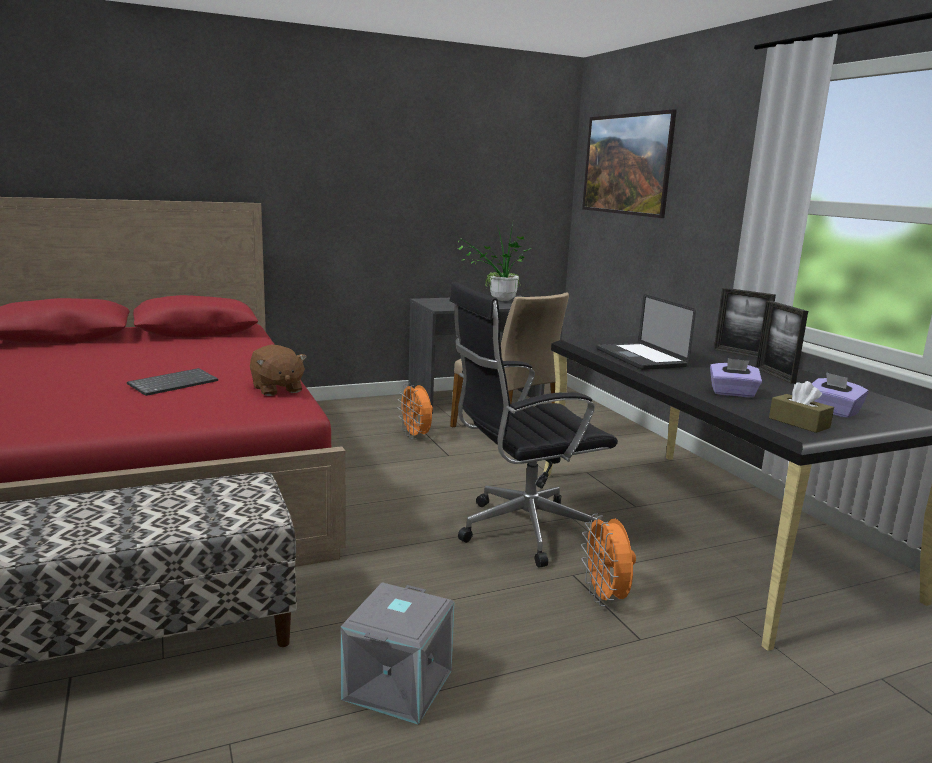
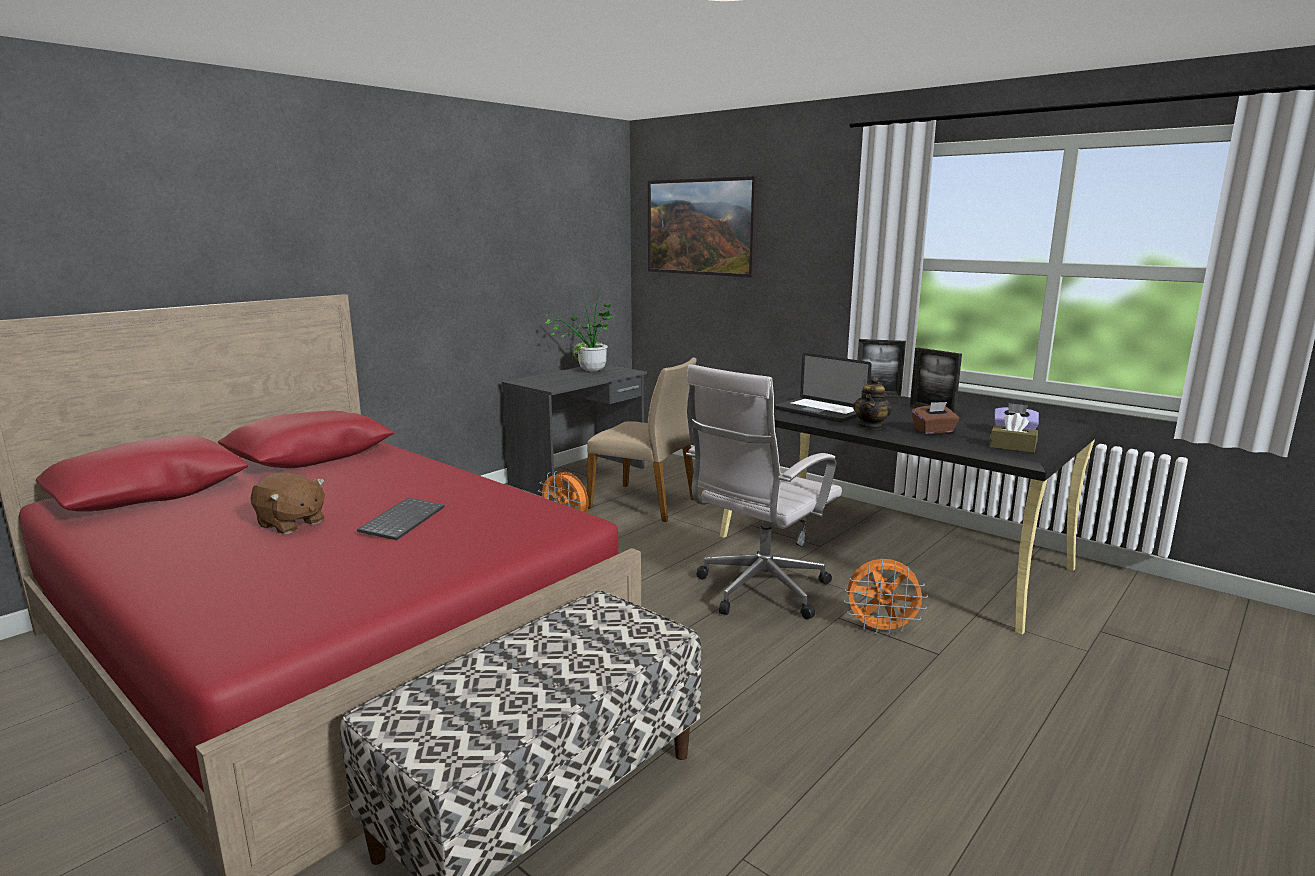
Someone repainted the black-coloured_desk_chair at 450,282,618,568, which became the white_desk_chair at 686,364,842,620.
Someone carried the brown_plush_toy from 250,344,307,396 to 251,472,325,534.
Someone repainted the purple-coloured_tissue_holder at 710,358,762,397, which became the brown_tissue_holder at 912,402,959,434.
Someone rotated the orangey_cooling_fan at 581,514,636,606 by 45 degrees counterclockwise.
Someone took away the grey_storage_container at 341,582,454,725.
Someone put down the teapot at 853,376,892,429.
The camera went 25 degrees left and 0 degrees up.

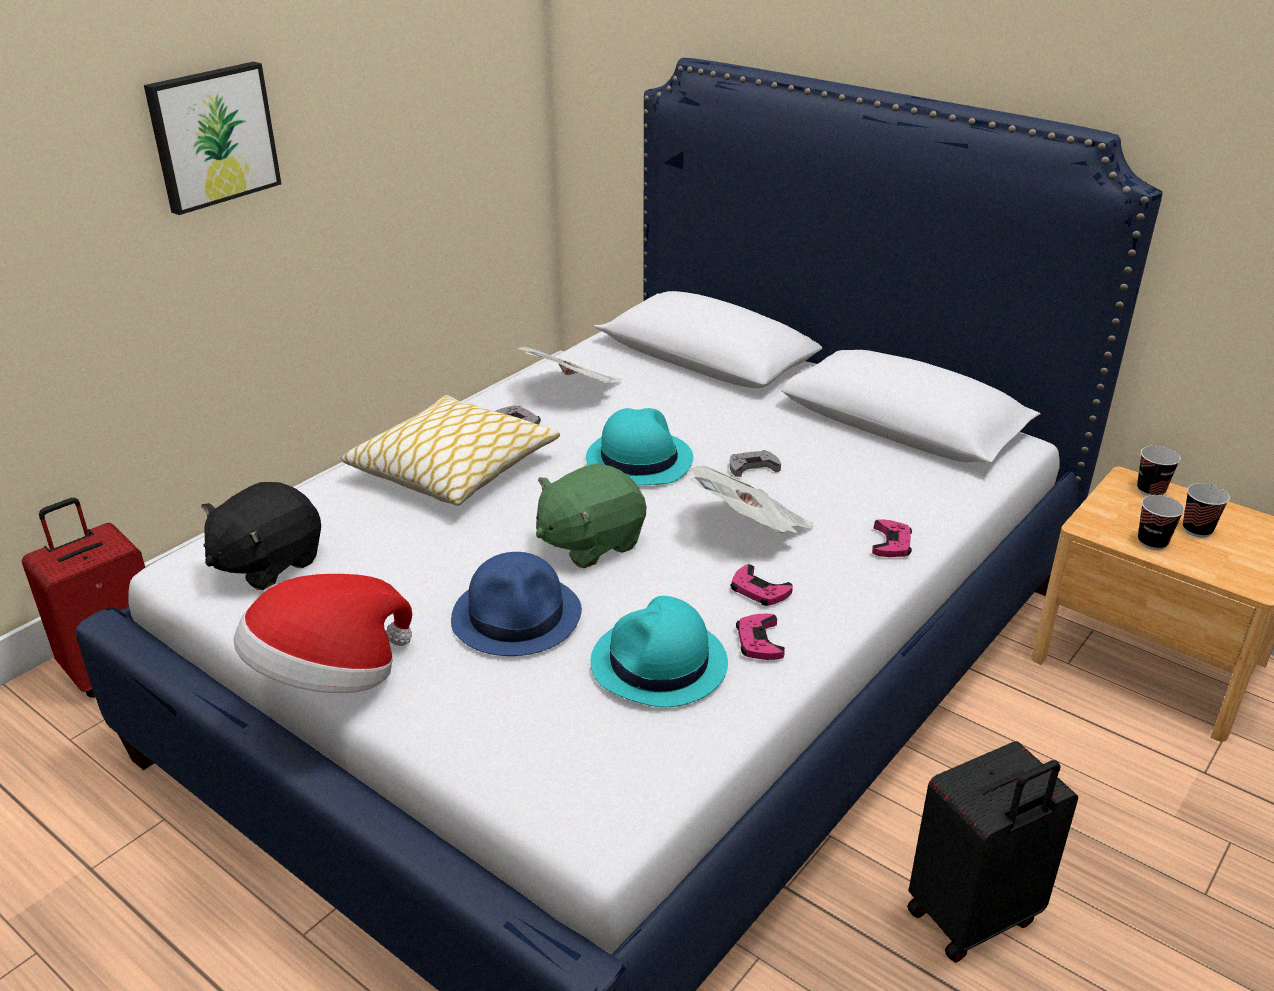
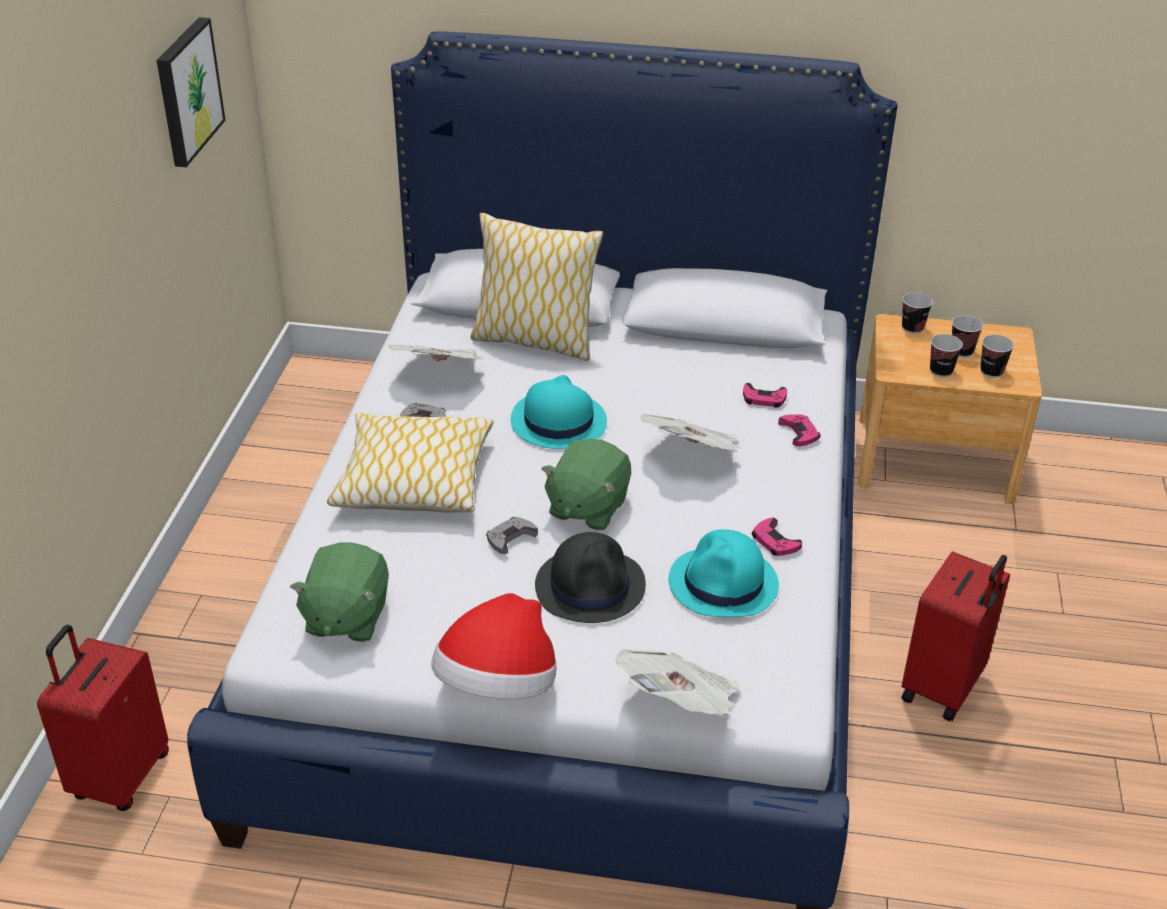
Someone carried the wall_art from 144,61,281,215 to 157,17,225,167.
Someone carried the grey_game_controller from 730,450,781,477 to 486,517,538,554.
Someone repainted the black-coloured_plush_toy at 201,482,321,590, which became the greenish_plush_toy at 290,542,389,642.
Someone repainted the blue_clothing_hat at 451,552,582,656, which became the black-coloured_clothing_hat at 535,532,646,623.
Someone carried the pinkish_game_controller from 730,564,793,606 to 743,383,787,408.
Someone repainted the black-coloured_travel_case at 907,741,1078,963, which became the red-coloured_travel_case at 901,551,1010,721.
Someone put down the pillow at 471,213,603,361.
Someone put down the cup at 981,335,1014,378.
Someone put down the printed_paper at 616,649,741,716.
The camera went 30 degrees left and 5 degrees up.

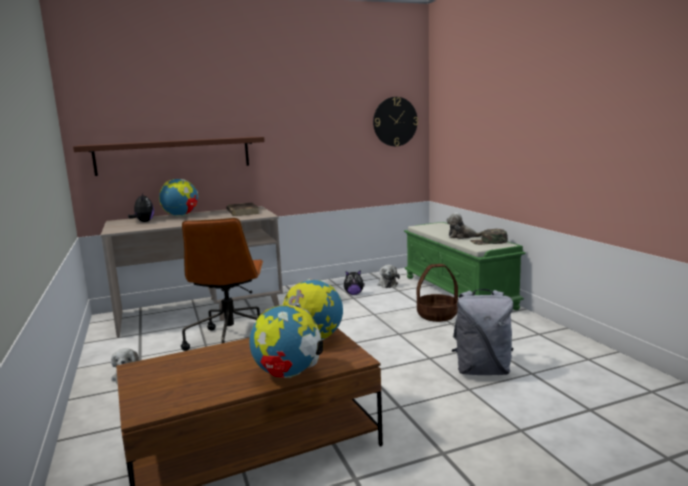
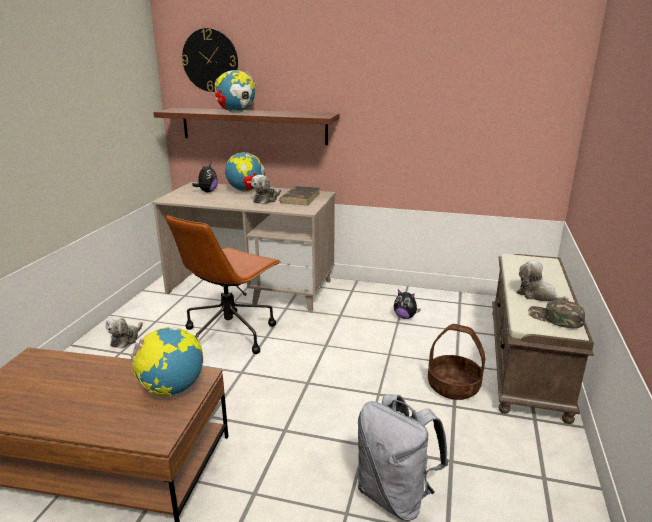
Someone carried the wall_clock from 373,97,418,146 to 182,28,238,92.
Someone repainted the greenish_bench at 404,222,526,310, which became the brown_bench at 492,254,594,424.
Someone carried the plush_toy from 378,265,400,288 to 251,175,281,204.
Someone carried the desk_globe from 249,303,323,378 to 214,70,256,113.
The camera went 35 degrees right and 10 degrees up.

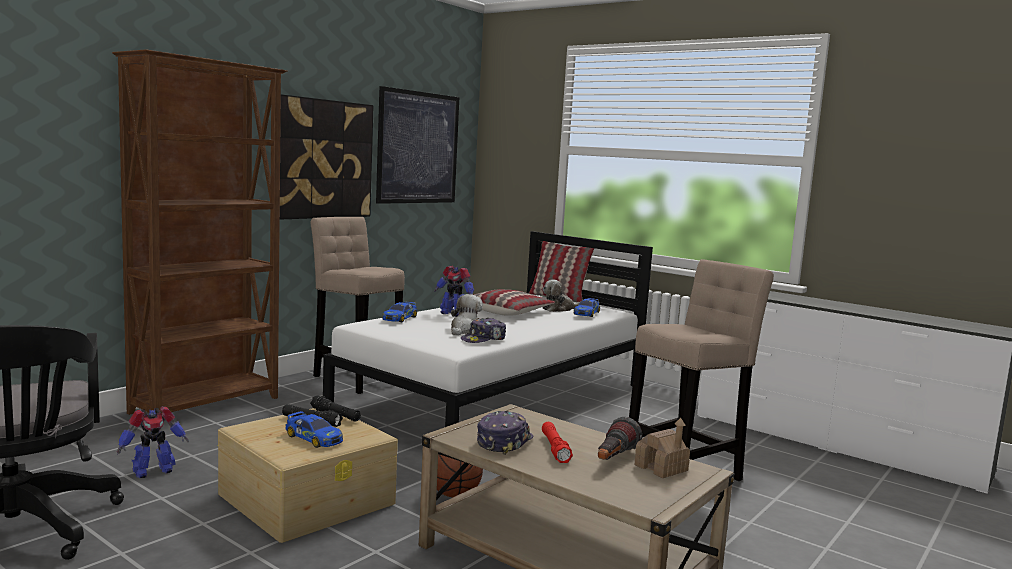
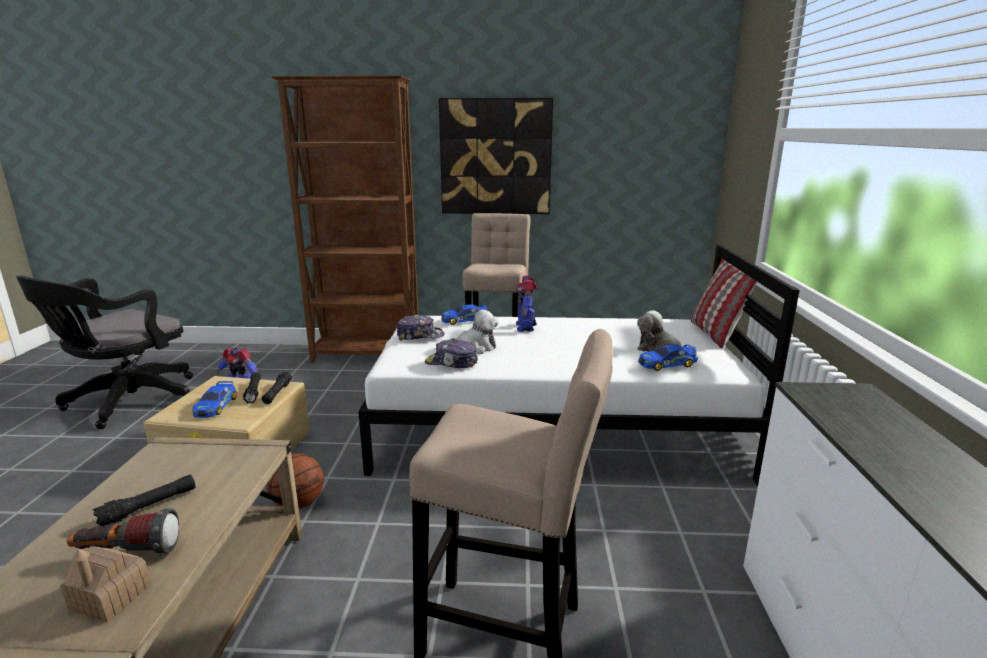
Someone took away the wall_art at 376,86,459,204.
Someone took away the pillow at 474,289,555,316.
Someone carried the baseball_cap from 477,411,533,455 to 397,315,444,341.
Someone repainted the red-coloured_flashlight at 542,422,573,463, which became the black-coloured_flashlight at 93,475,195,526.
The camera went 55 degrees right and 10 degrees up.

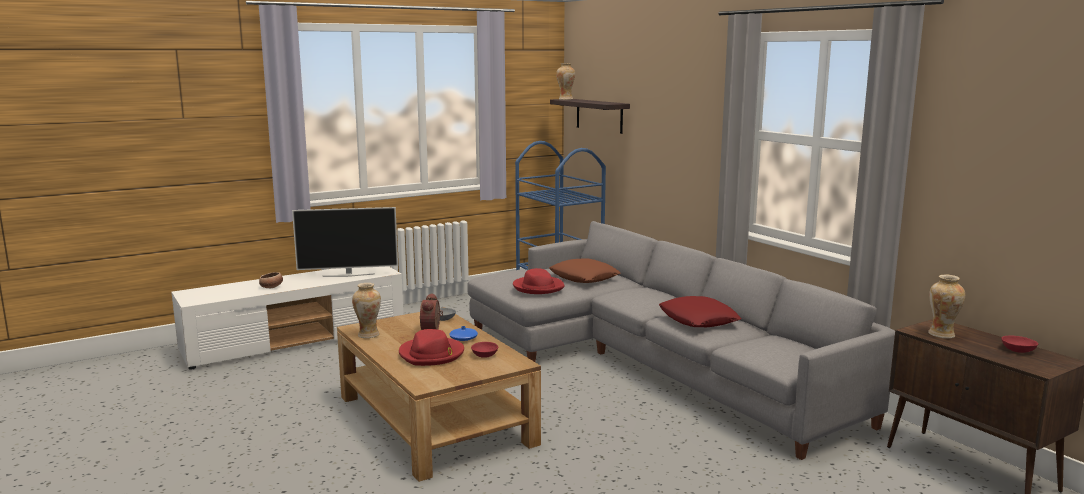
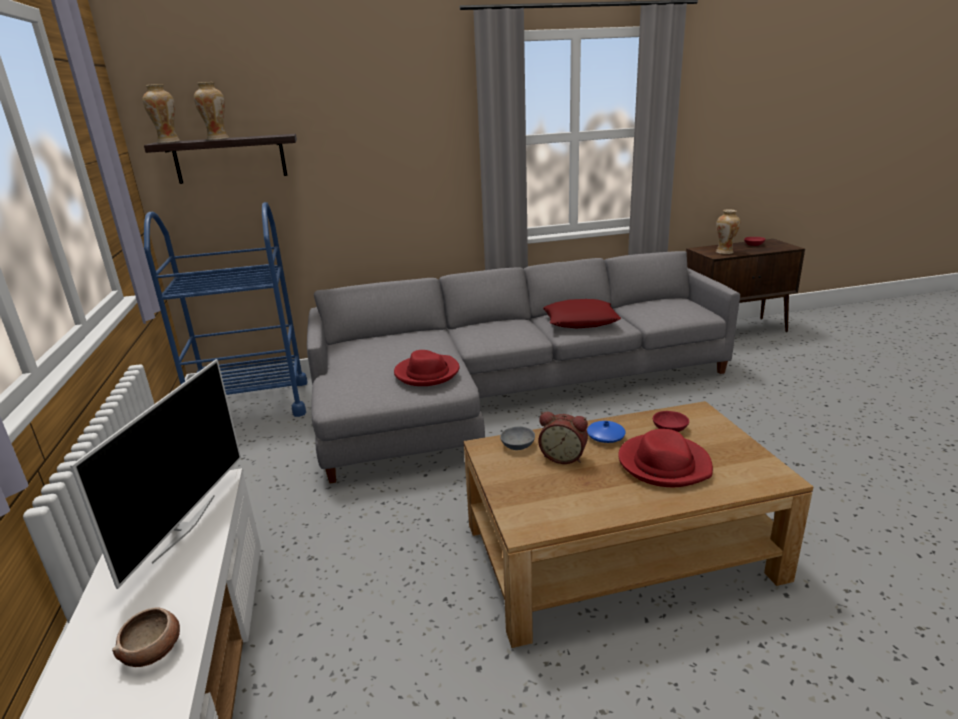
Someone took away the brown_pillow at 549,258,621,283.
Someone carried the decorative_vase from 352,283,381,338 to 194,82,229,140.
The camera went 70 degrees left and 10 degrees up.

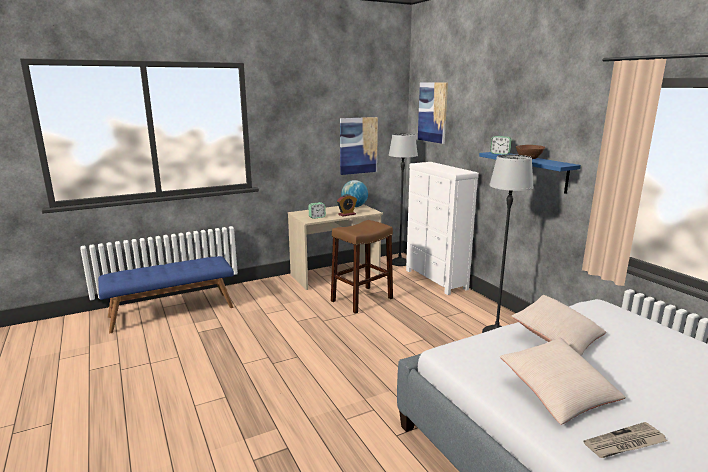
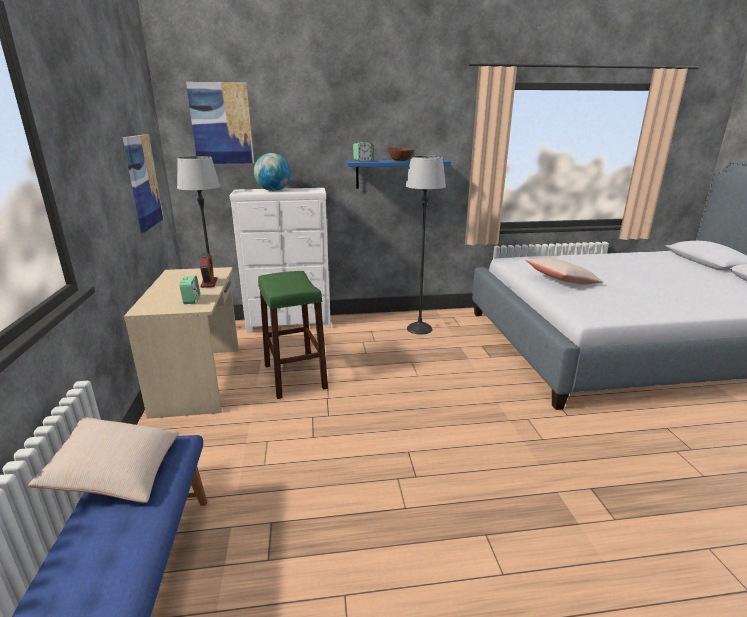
Someone carried the desk_globe from 341,180,368,207 to 254,153,291,191.
Someone repainted the brown_sitting_stool at 331,220,393,314, which became the greenish_sitting_stool at 258,271,328,399.
Someone carried the sand-coloured_pillow from 500,338,626,425 to 28,417,179,503.
Someone took away the printed_paper at 583,422,667,458.
The camera went 70 degrees left and 5 degrees up.

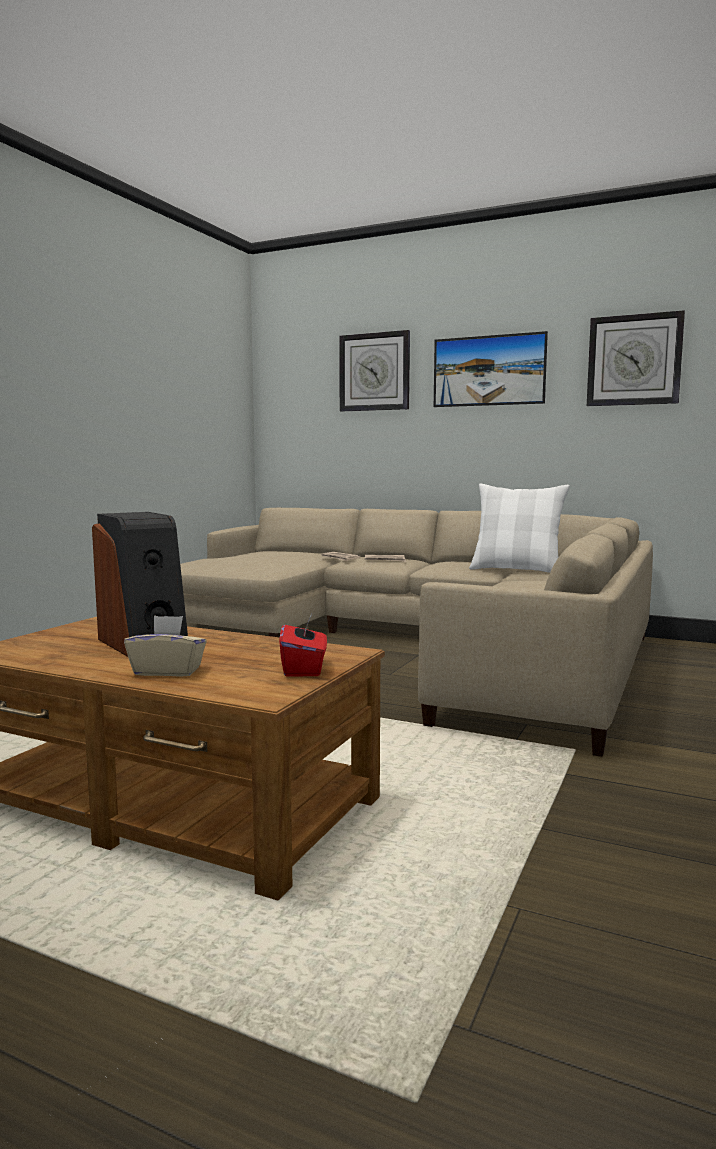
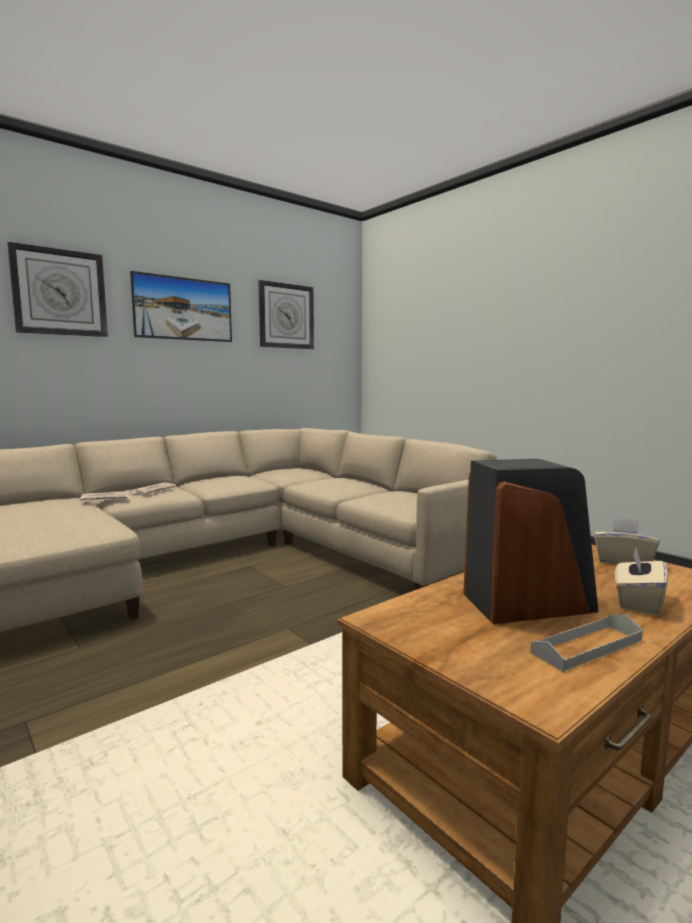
Someone took away the white_pillow at 469,483,570,573.
Someone repainted the red-coloured_tissue_holder at 279,614,327,677, which became the sand-coloured_tissue_holder at 594,517,660,564.
Someone put down the grey_carrying_tray at 531,614,643,672.
The camera went 65 degrees left and 0 degrees up.

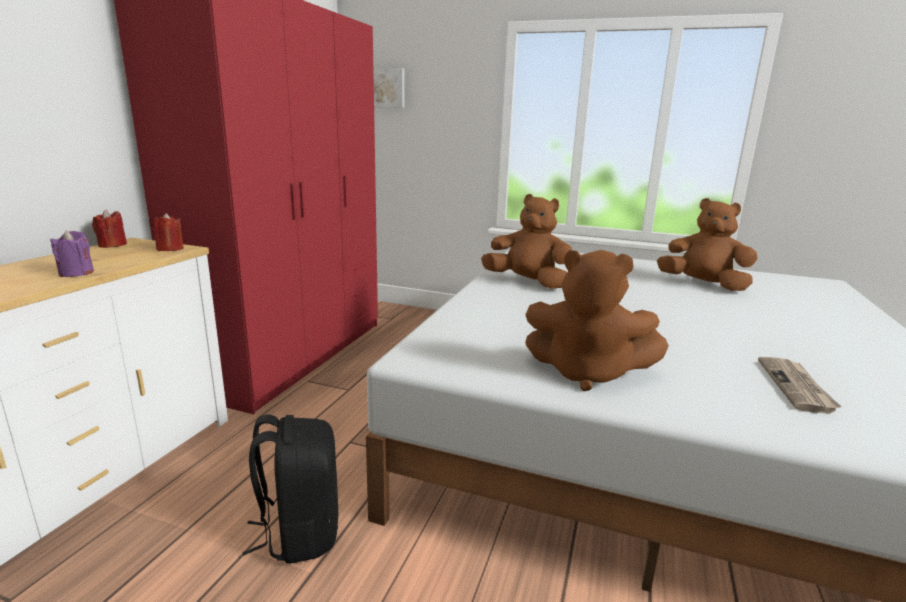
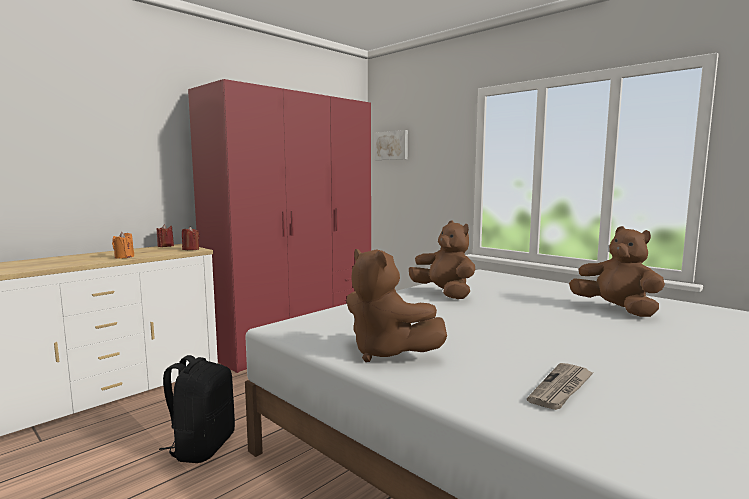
Someone repainted the purple-coloured_candle at 50,230,94,277, which became the orangey_candle at 112,232,134,259.
The camera went 25 degrees right and 10 degrees down.

